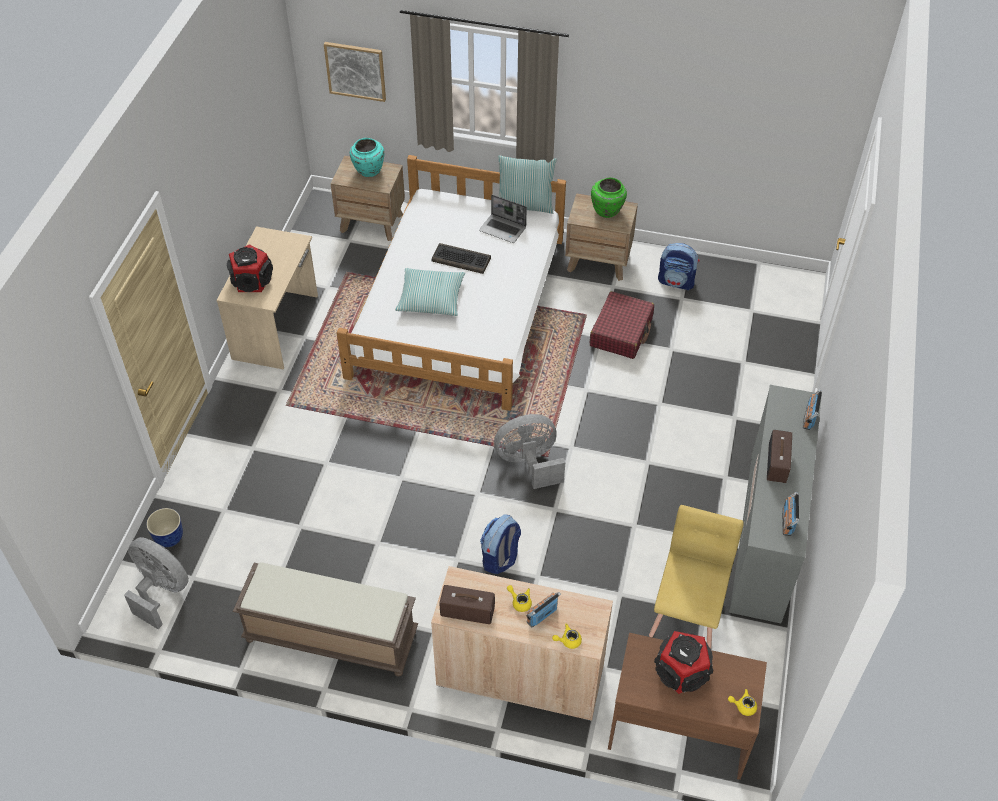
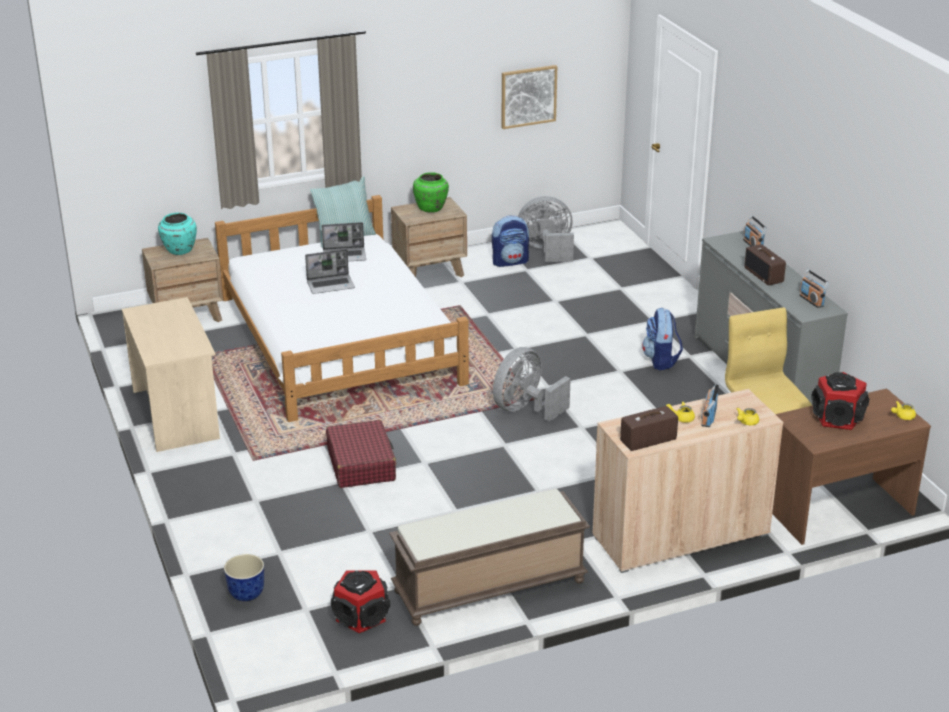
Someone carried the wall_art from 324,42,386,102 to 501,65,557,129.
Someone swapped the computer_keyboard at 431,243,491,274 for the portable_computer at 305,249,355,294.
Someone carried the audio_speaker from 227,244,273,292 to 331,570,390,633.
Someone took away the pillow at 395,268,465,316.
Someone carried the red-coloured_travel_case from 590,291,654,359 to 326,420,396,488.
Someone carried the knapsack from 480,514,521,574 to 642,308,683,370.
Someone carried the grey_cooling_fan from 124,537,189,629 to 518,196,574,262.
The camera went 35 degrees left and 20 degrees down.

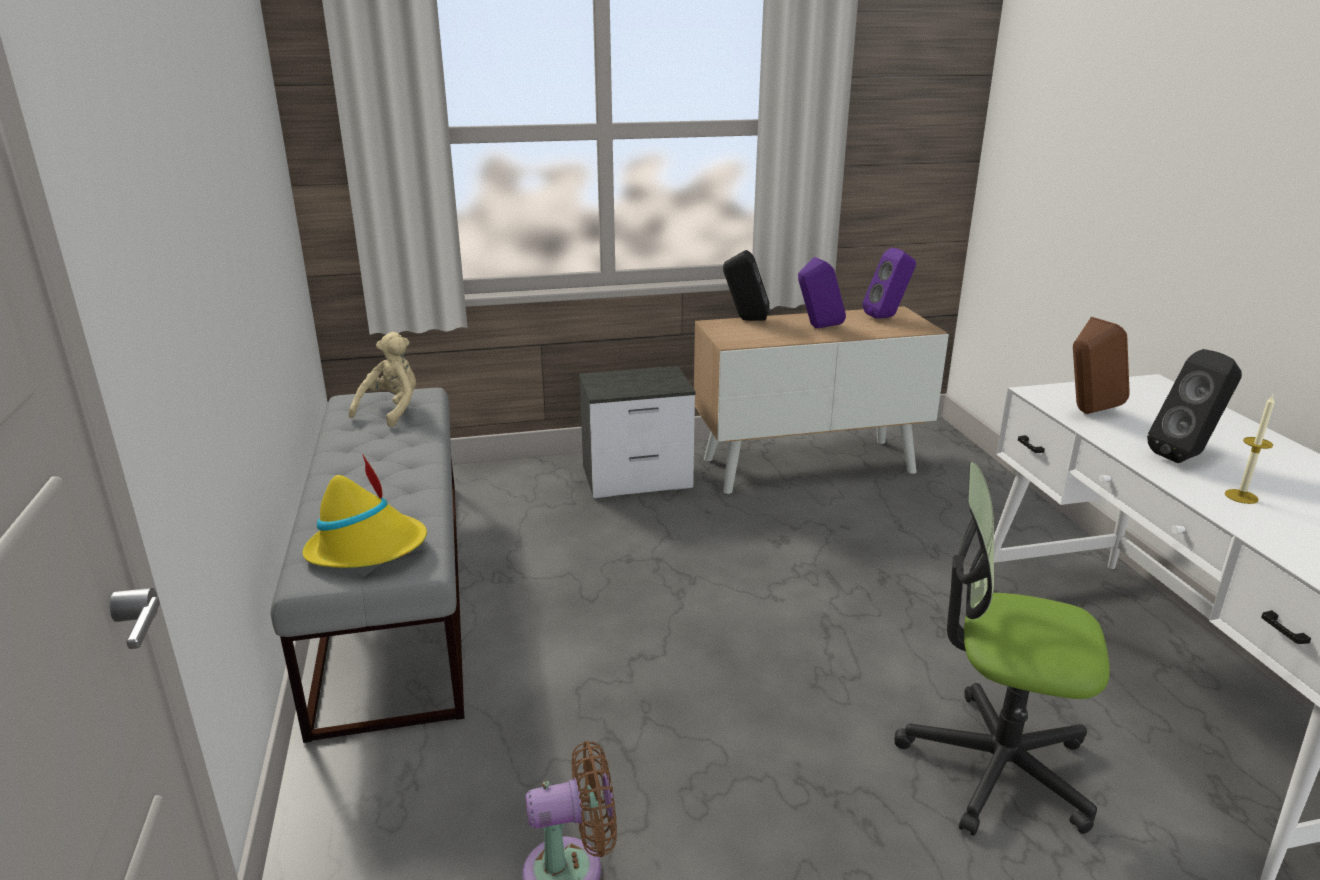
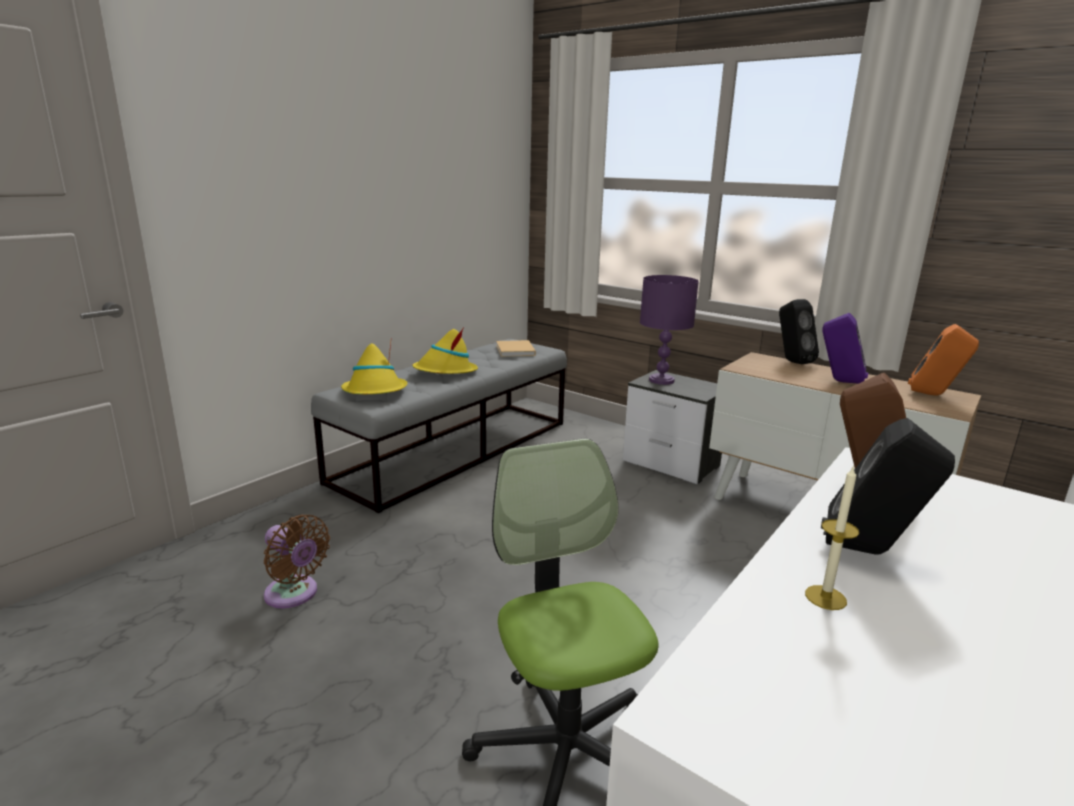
Someone repainted the purple-coloured_audio_speaker at 862,248,916,319, which became the orangey_audio_speaker at 908,324,979,396.
Someone swapped the sand-coloured_plush_toy at 349,332,416,427 for the sand-coloured_bound_book at 496,340,536,357.
Someone put down the purple-coloured_table_lamp at 640,275,699,385.
Someone put down the yellow-coloured_clothing_hat at 412,327,478,374.
The camera went 50 degrees right and 5 degrees down.

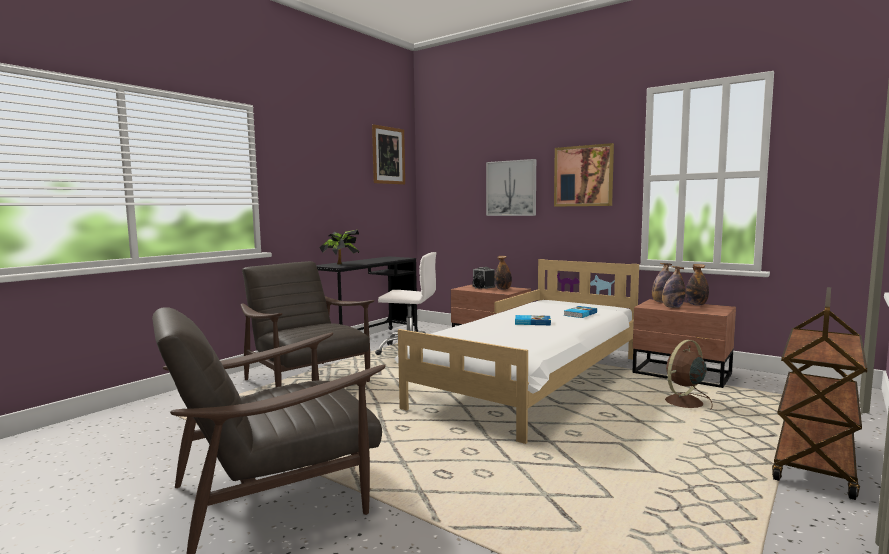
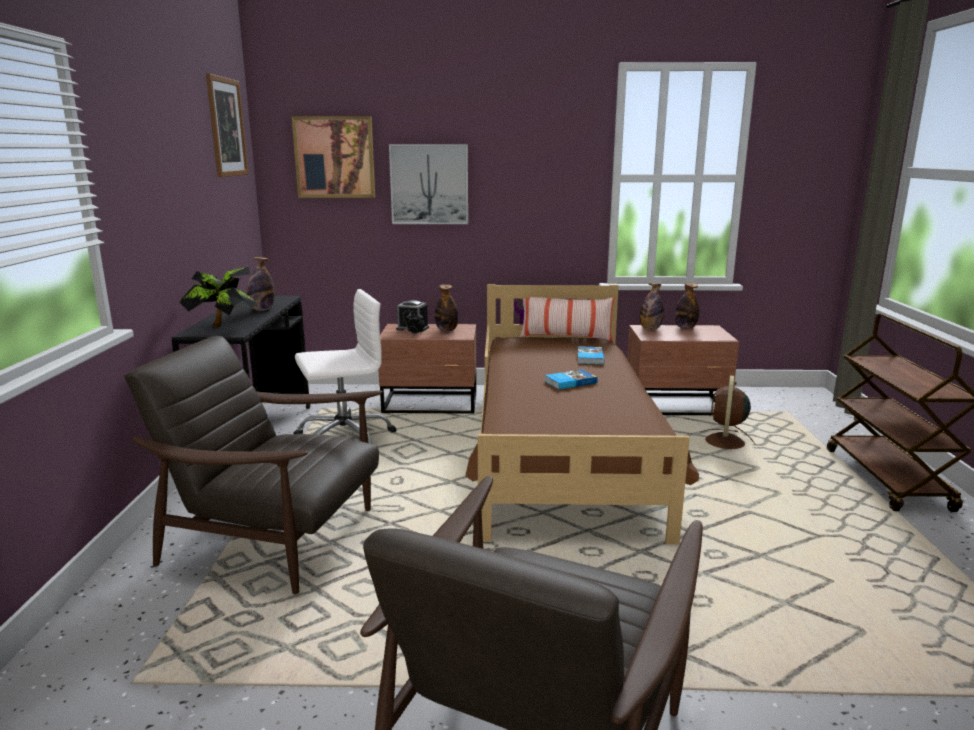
Someone carried the wall_art from 554,143,614,207 to 292,116,375,198.
Someone repainted the white_bedroom_bed at 394,259,639,444, which became the brown_bedroom_bed at 465,284,699,544.
Someone carried the bottle from 662,266,685,308 to 247,257,275,311.
Someone put down the pillow at 520,297,615,342.
The camera went 35 degrees left and 10 degrees up.

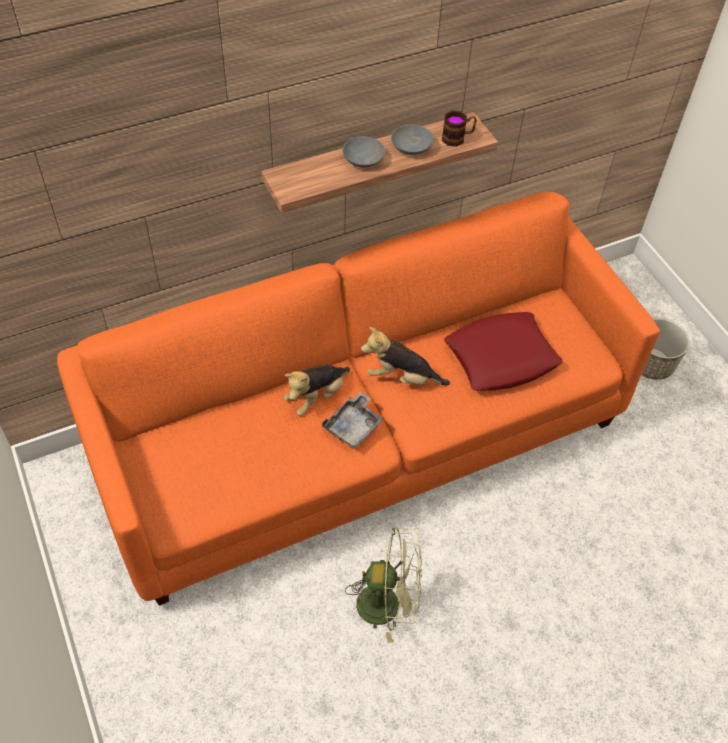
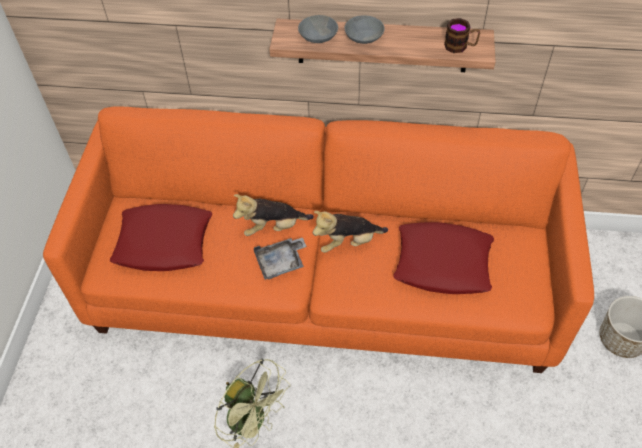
Someone carried the grey_serving_bowl from 391,125,434,155 to 298,15,338,43.
Someone rotated the plush_toy at 361,327,450,385 by 60 degrees counterclockwise.
Someone put down the red-coloured_pillow at 110,204,212,271.
The camera went 35 degrees right and 0 degrees up.

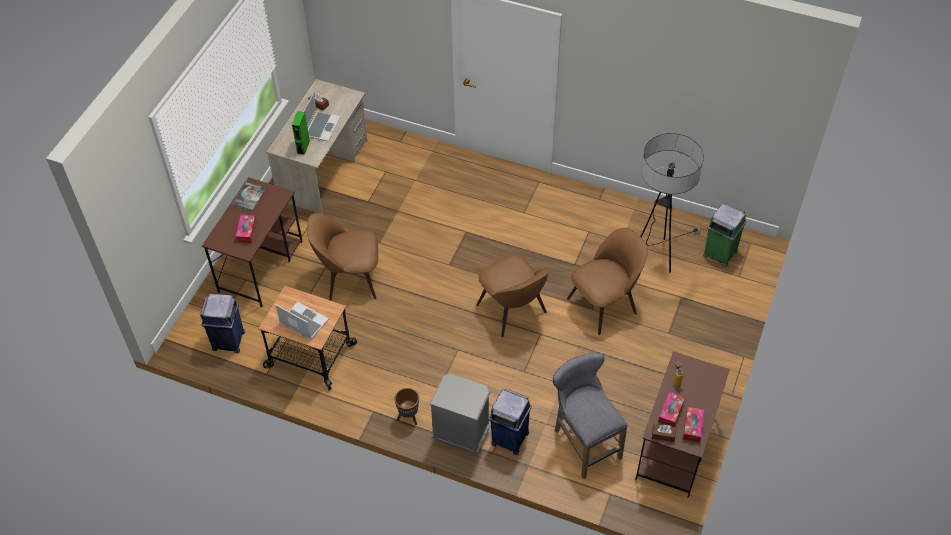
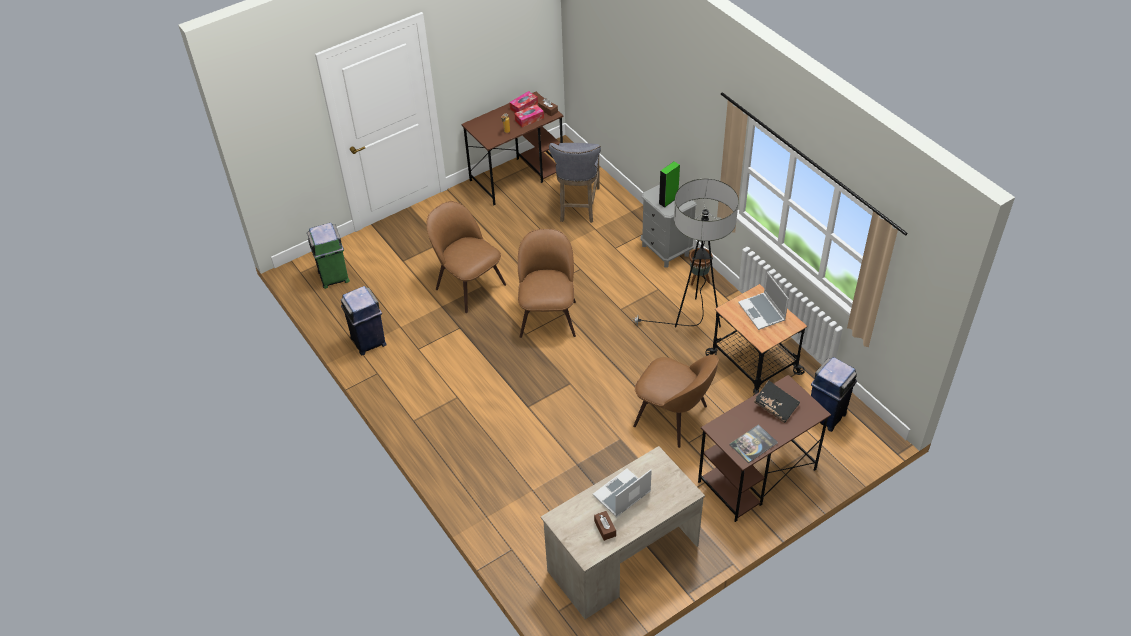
Someone carried the greenish_audio_speaker from 292,111,310,155 to 659,162,680,208.
Someone carried the floor_lamp from 640,133,704,273 to 632,179,739,328.
Someone swapped the tissue_holder at 235,215,257,243 for the black-coloured_bound_book at 754,381,800,423.
Someone rotated the brown_chair at 567,228,647,335 by 45 degrees clockwise.
Someone carried the blue_waste_bin from 488,389,532,455 to 341,286,387,355.
The camera went 145 degrees left and 5 degrees down.

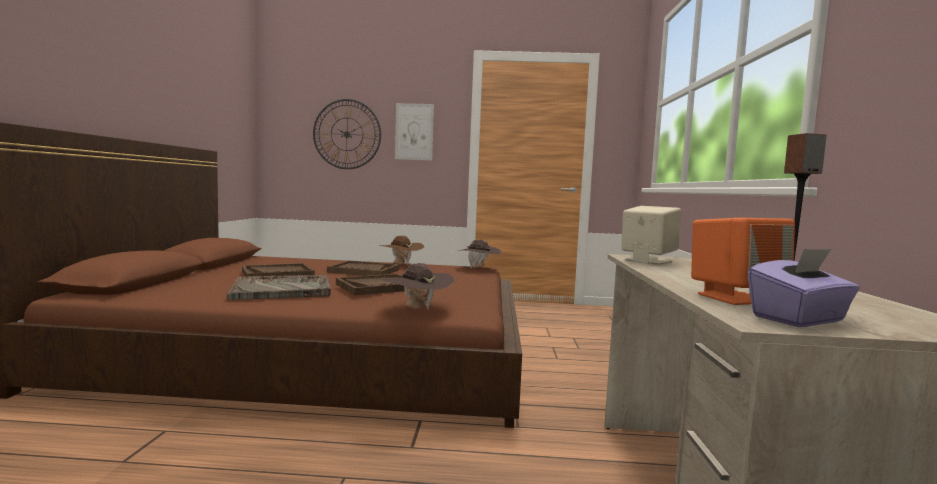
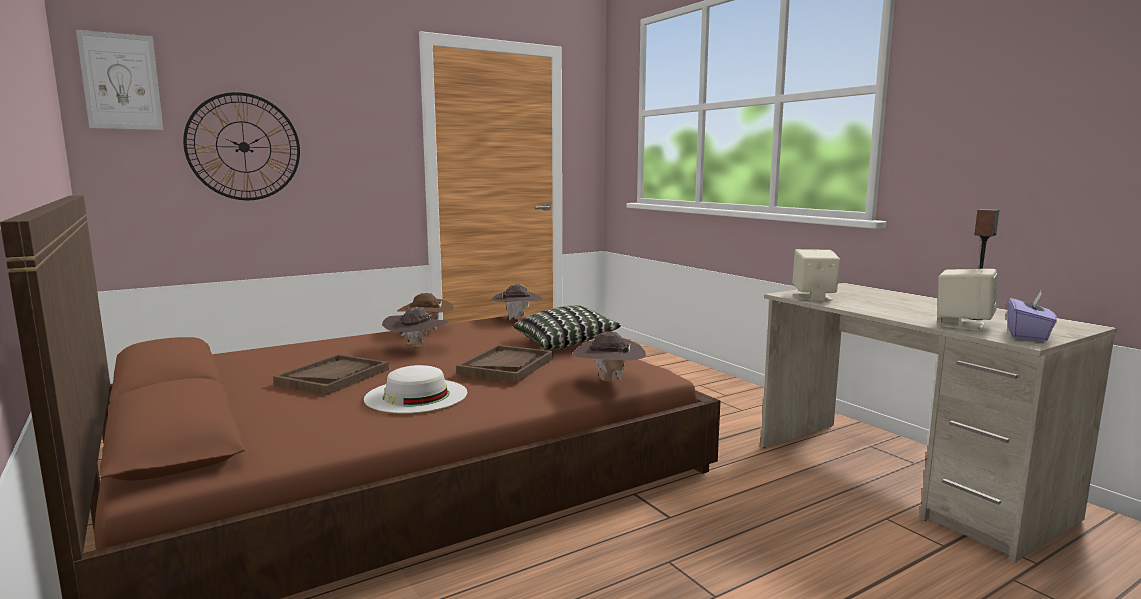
Someone carried the wall_art from 395,103,434,161 to 76,30,163,130.
Someone repainted the orangey_audio_speaker at 691,218,795,305, which became the sand-coloured_audio_speaker at 938,269,997,331.
Someone swapped the brown_carrying_tray at 327,260,399,276 for the brown_clothing_hat at 382,307,450,348.
Someone swapped the grey_carrying_tray at 227,275,331,300 for the white_clothing_hat at 364,365,467,413.
Someone put down the pillow at 513,305,622,350.
The camera went 35 degrees left and 5 degrees up.

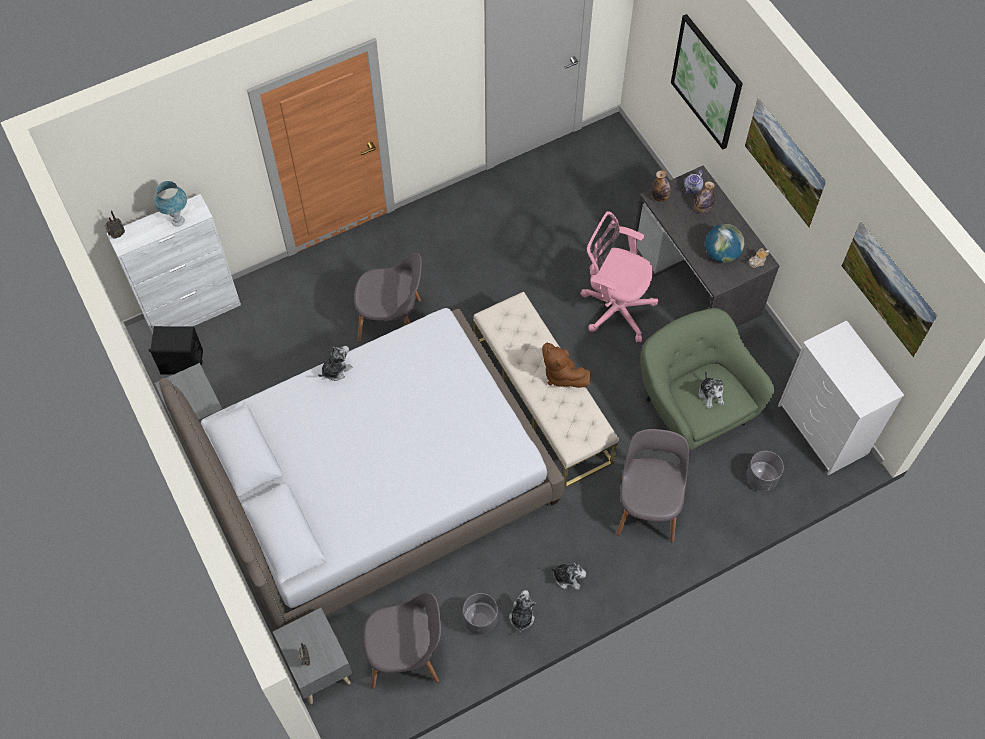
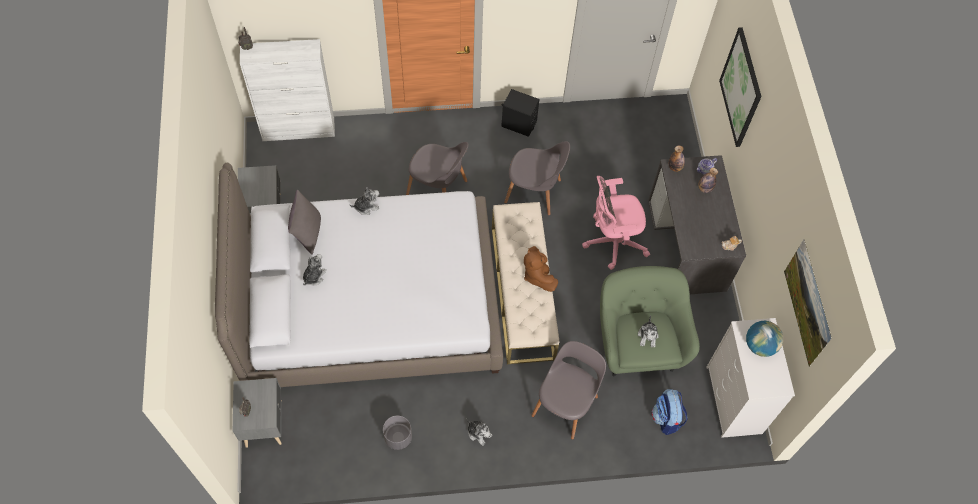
Someone took away the wall_art at 745,98,826,227.
Someone took away the blue_table_lamp at 154,181,187,227.
Someone rotated the pinkish_desk_chair at 581,211,658,342 by 60 degrees counterclockwise.
Someone carried the desk_globe from 705,224,744,263 to 746,321,783,357.
Someone carried the black-coloured_audio_speaker from 149,326,203,375 to 501,89,539,137.
Someone swapped the grey_flower_pot at 746,451,784,491 for the knapsack at 652,389,688,435.
Someone carried the plush_toy from 509,590,536,633 to 303,254,327,286.
Someone carried the grey_chair from 363,592,441,689 to 504,141,570,215.
Someone put down the grey_pillow at 288,190,321,255.
The camera went 20 degrees right and 0 degrees up.

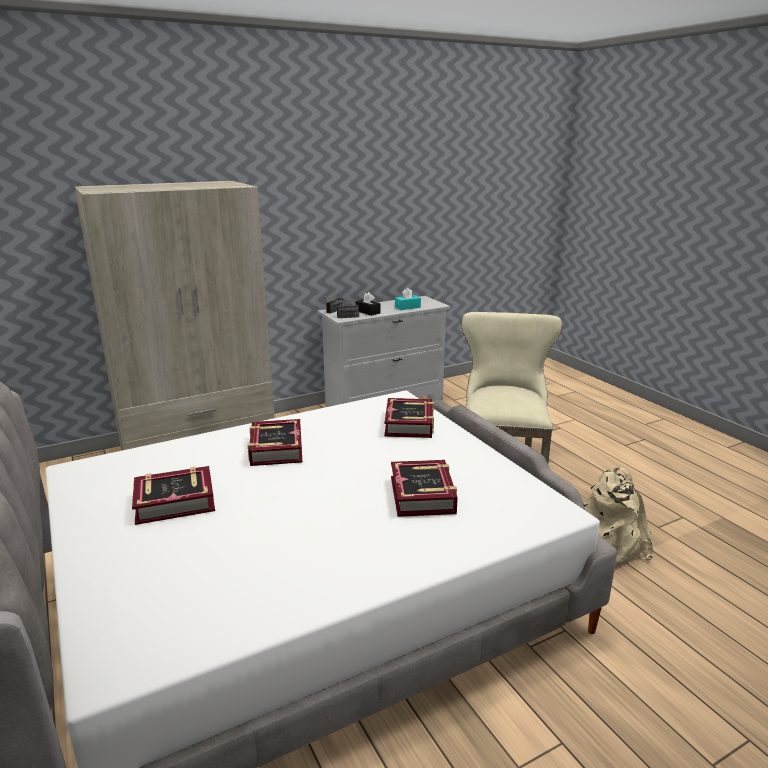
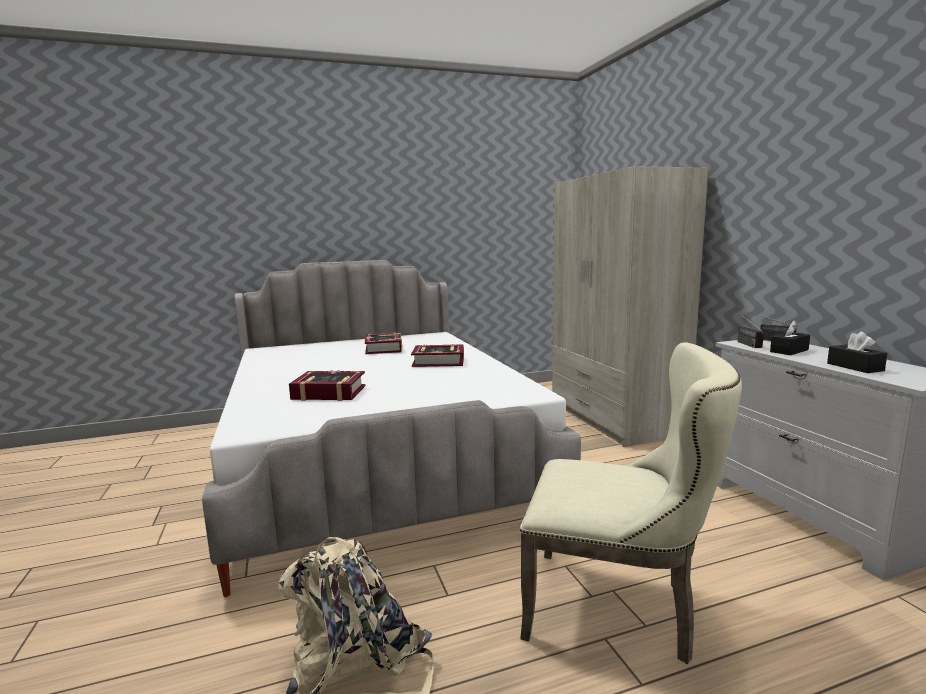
Someone repainted the turquoise_tissue_holder at 395,288,421,310, which became the black-coloured_tissue_holder at 827,332,887,373.
Someone took away the bound_book at 384,398,434,438.
The camera went 100 degrees right and 10 degrees down.

